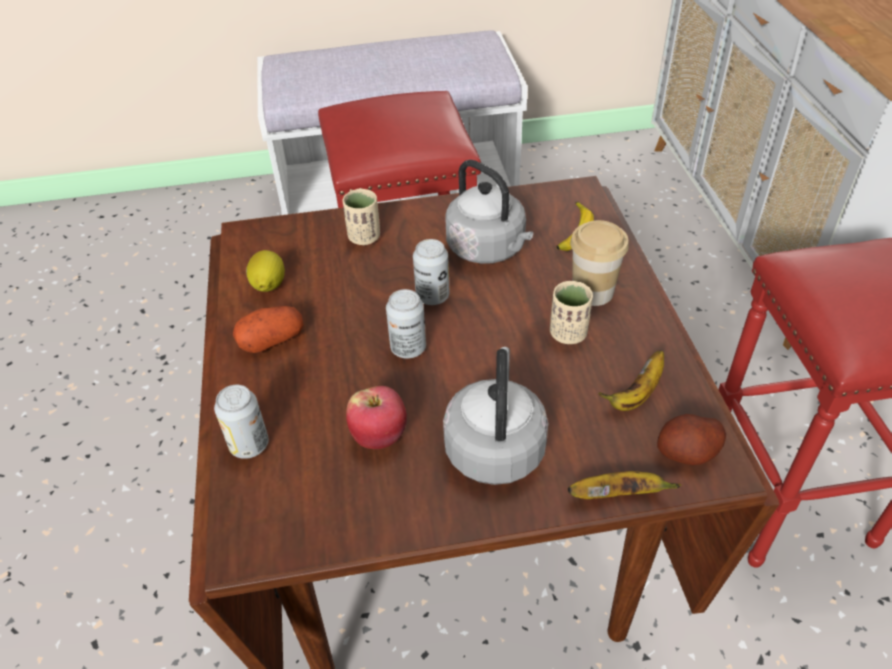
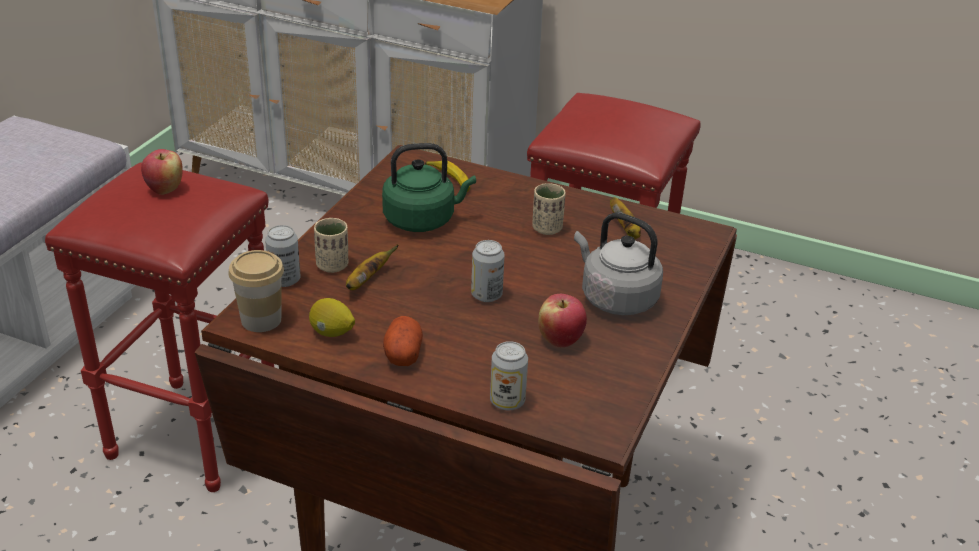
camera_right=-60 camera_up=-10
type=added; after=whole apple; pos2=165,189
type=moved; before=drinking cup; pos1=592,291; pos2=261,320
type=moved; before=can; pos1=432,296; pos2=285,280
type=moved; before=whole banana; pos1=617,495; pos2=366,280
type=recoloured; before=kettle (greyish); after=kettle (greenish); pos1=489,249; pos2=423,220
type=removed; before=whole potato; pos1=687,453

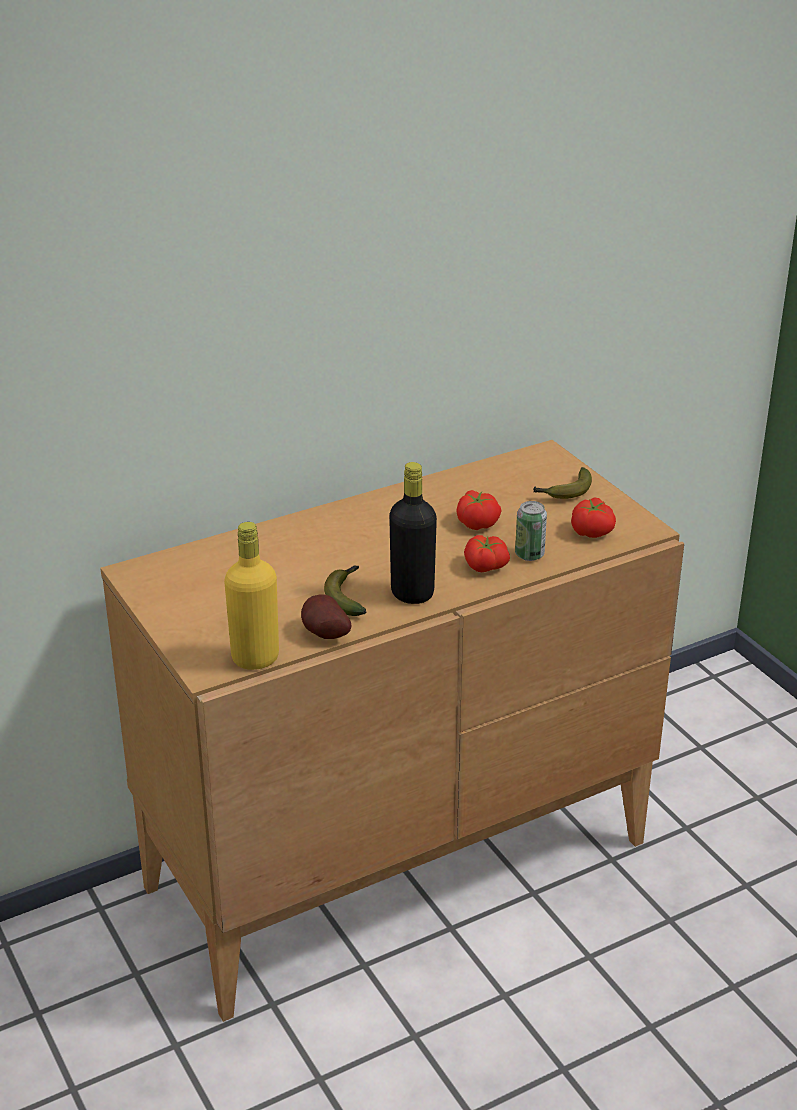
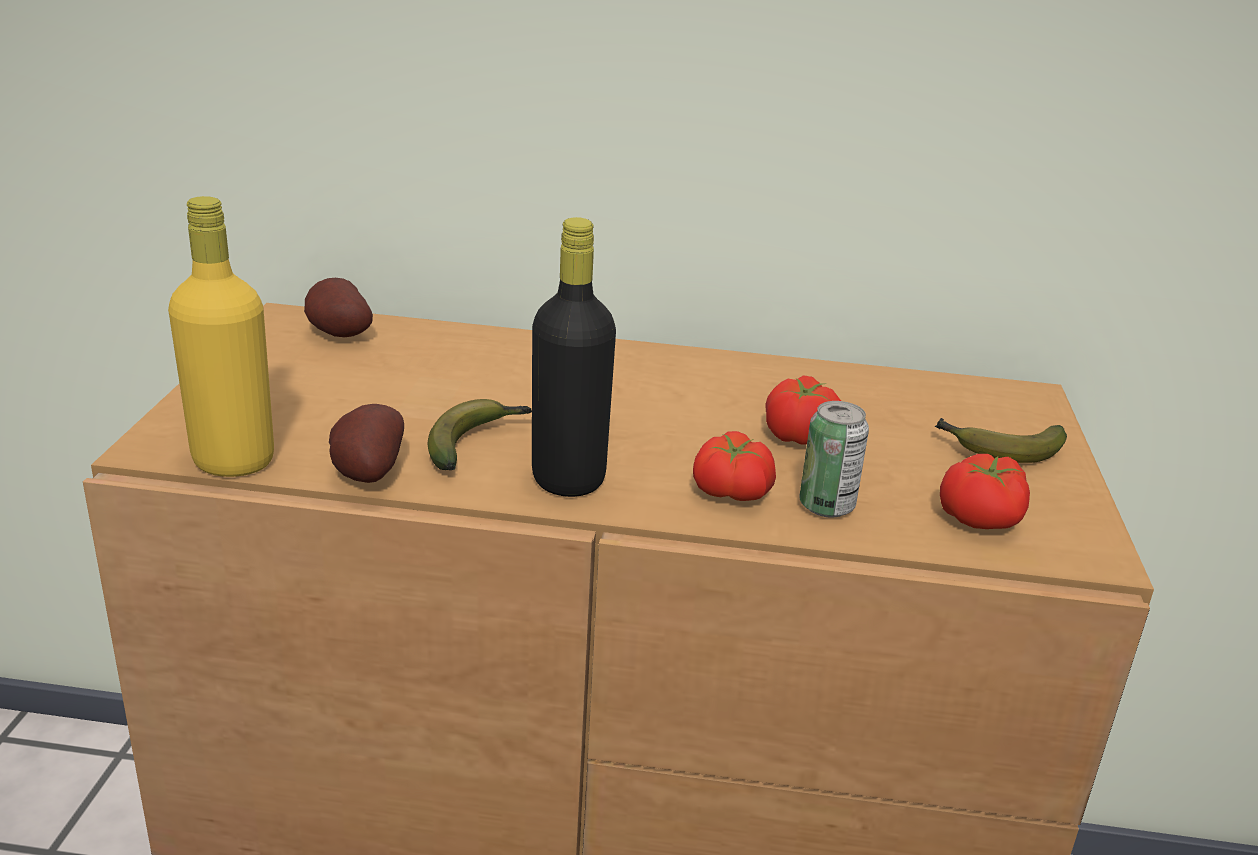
camera_right=35 camera_up=-5
type=added; after=whole potato; pos2=336,335

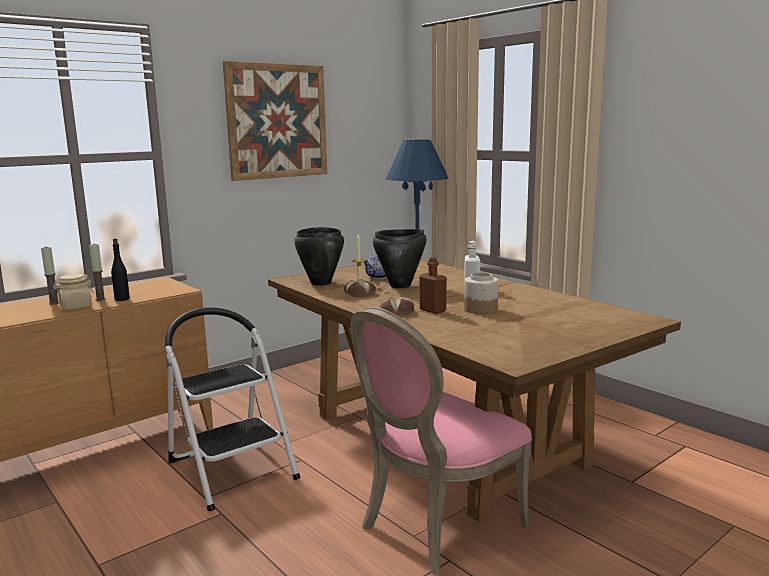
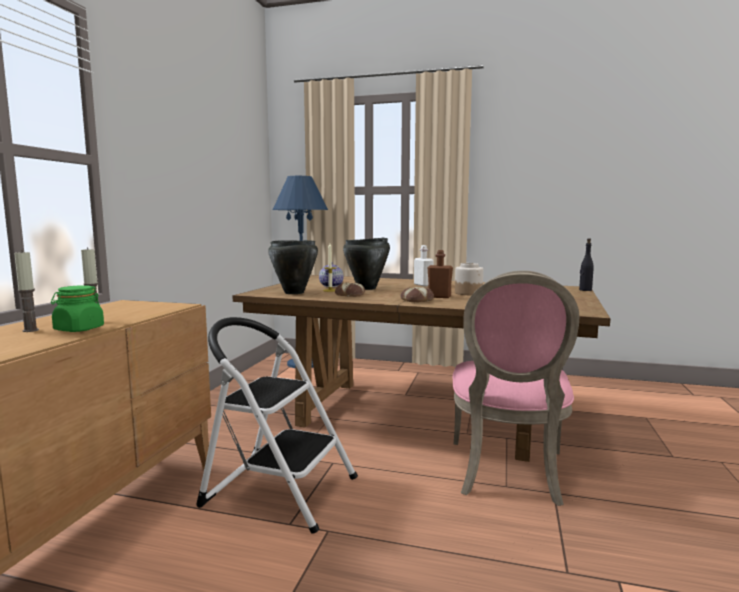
camera_right=-35 camera_up=-5
type=recoloured; before=storage jar (beige); after=storage jar (greenish); pos1=76,307; pos2=79,329
type=moved; before=drink bottle (black-coloured); pos1=122,299; pos2=585,290
type=removed; before=picture; pos1=277,121

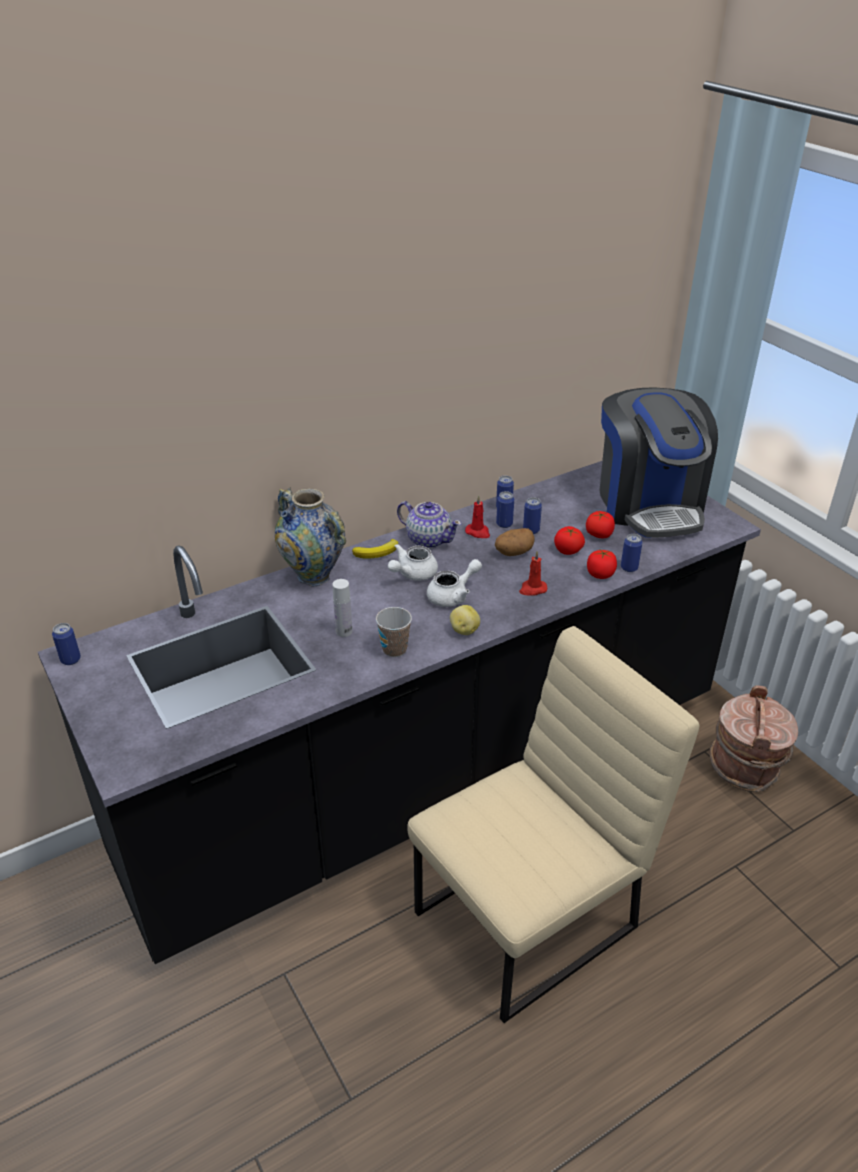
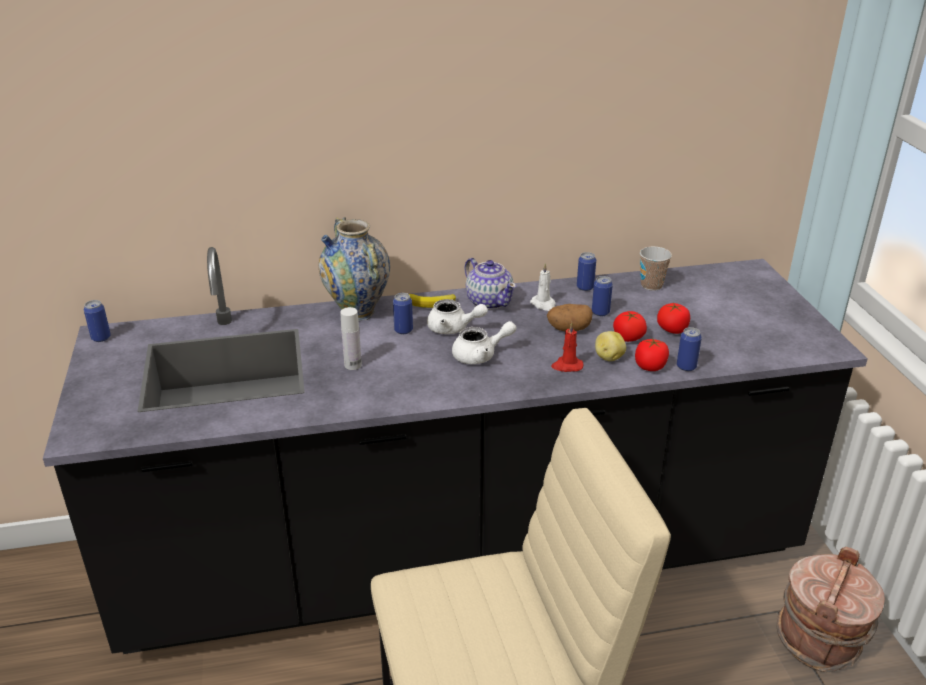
camera_right=20 camera_up=-5
type=moved; before=can; pos1=504,524; pos2=403,330
type=turned; before=tea pot (whitish); pos1=412,574; pos2=453,328; turn=-135
type=recoloured; before=wax light (reddish); after=wax light (whitish); pos1=478,532; pos2=543,304
type=moved; before=whole potato; pos1=464,630; pos2=608,357
type=moved; before=drinking cup; pos1=394,649; pos2=651,285
type=removed; before=coffee maker; pos1=649,504

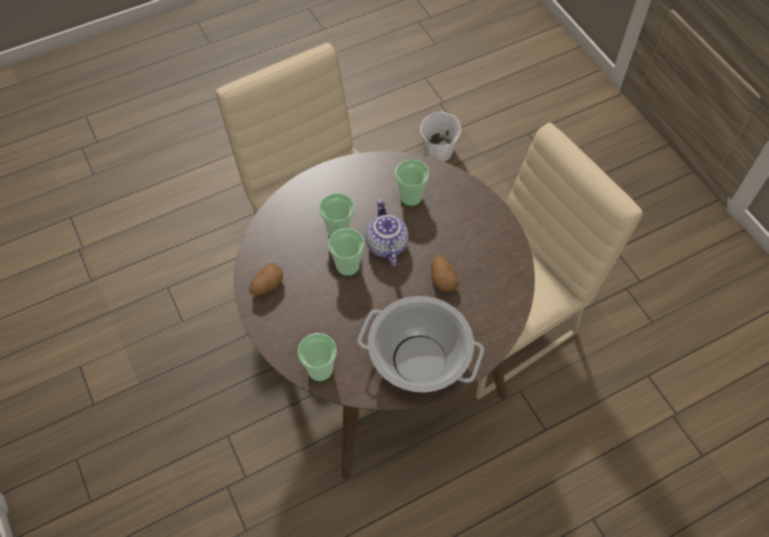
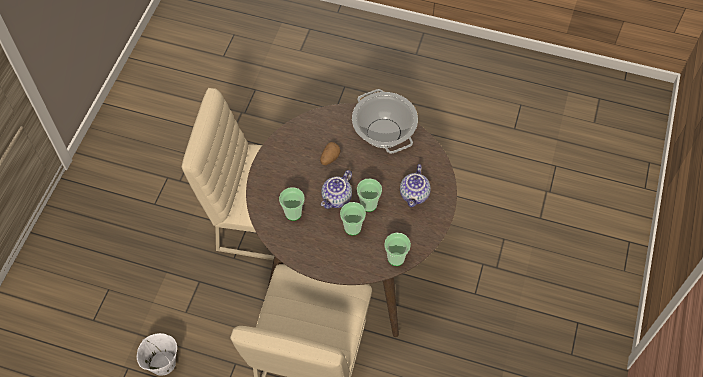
camera_right=-135 camera_up=0
type=moved; before=drinking cup; pos1=320,370; pos2=396,258
type=added; after=tea pot; pos2=415,195
type=removed; before=whole potato; pos1=267,286

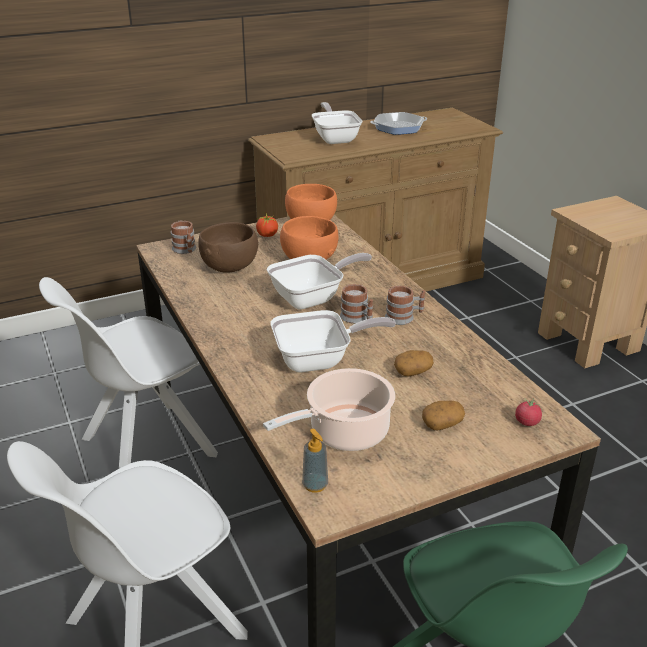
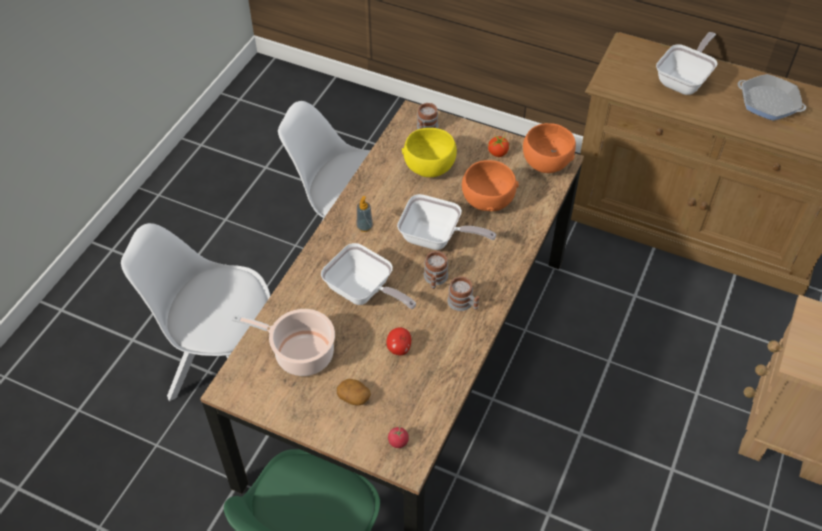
camera_right=50 camera_up=20
type=moved; before=liquid soap bottle; pos1=315,485; pos2=364,227
type=replaced; before=whole potato; after=whole apple; pos1=413,371; pos2=399,348
type=recoloured; before=deep dish (brown); after=deep dish (yellow-coloured); pos1=230,267; pos2=429,167

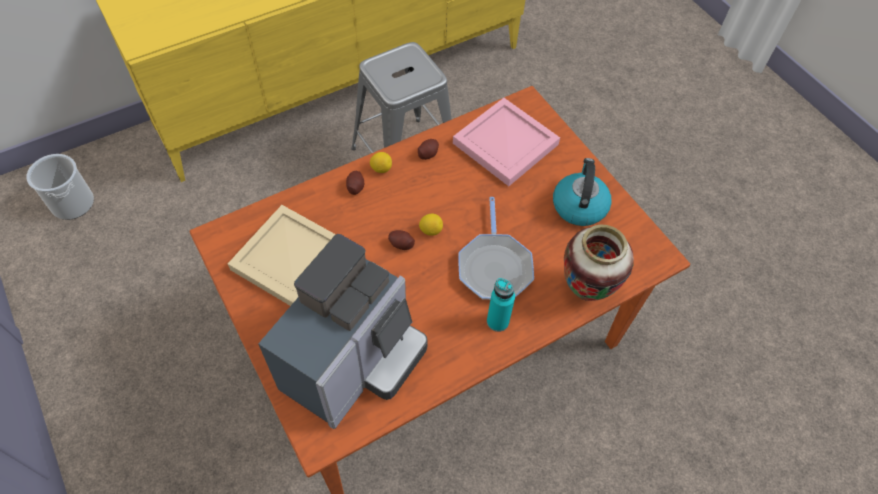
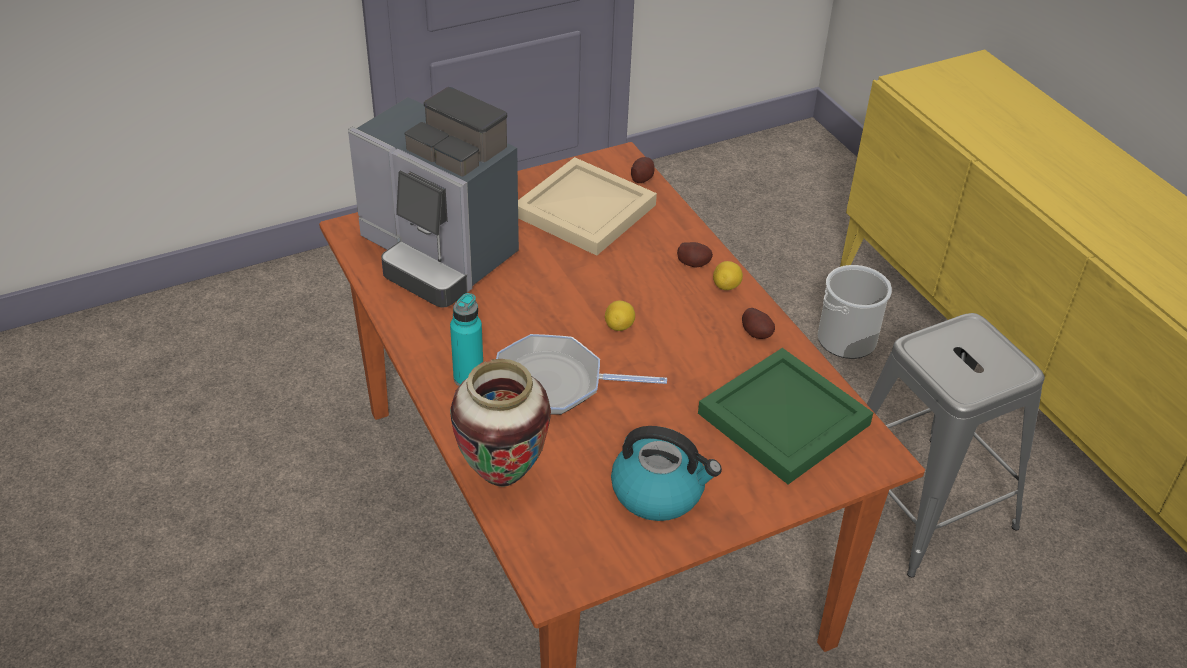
camera_right=95 camera_up=-15
type=moved; before=whole potato; pos1=401,244; pos2=642,177
type=recoloured; before=serving tray (pinkish); after=serving tray (greenish); pos1=505,142; pos2=786,419
type=moved; before=pail; pos1=72,203; pos2=846,339

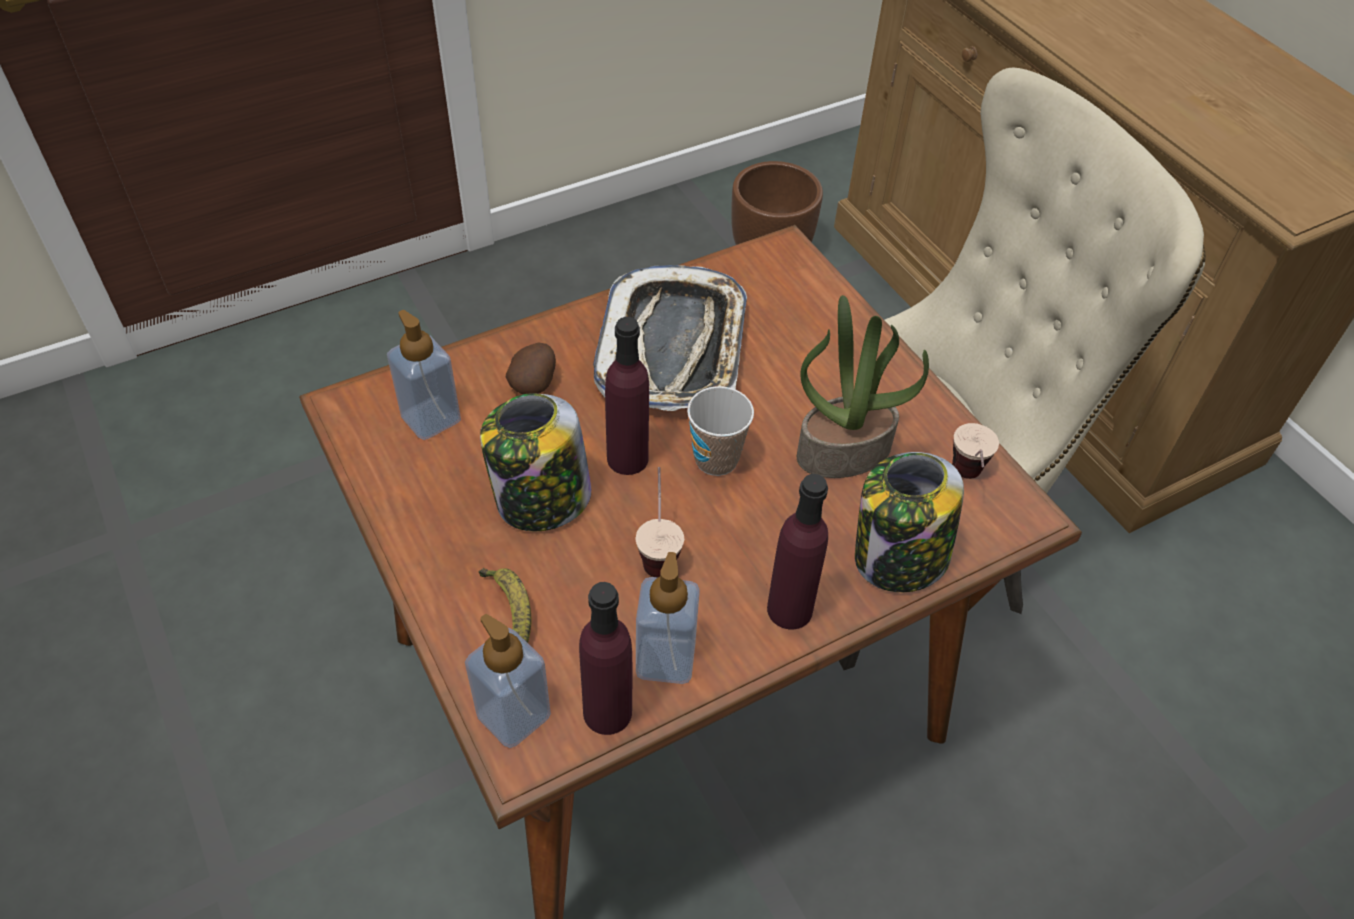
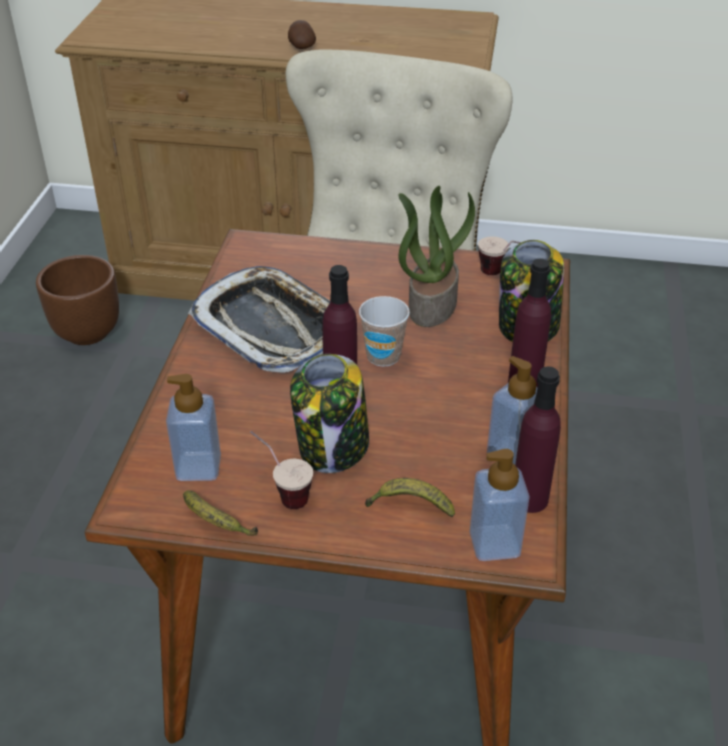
camera_right=-50 camera_up=-10
type=added; after=whole banana; pos2=216,522
type=moved; before=drinking cup; pos1=658,549; pos2=282,493
type=moved; before=whole potato; pos1=535,383; pos2=301,47

